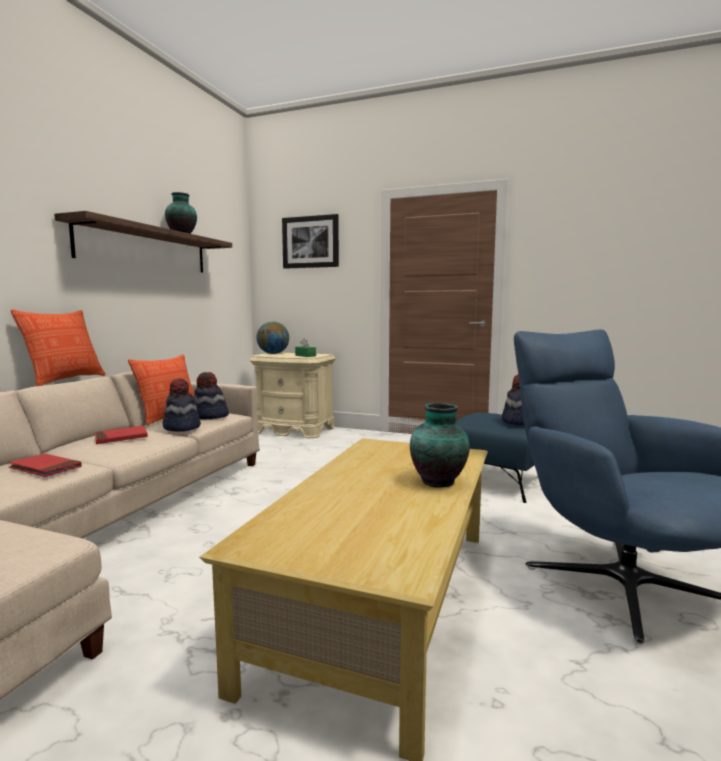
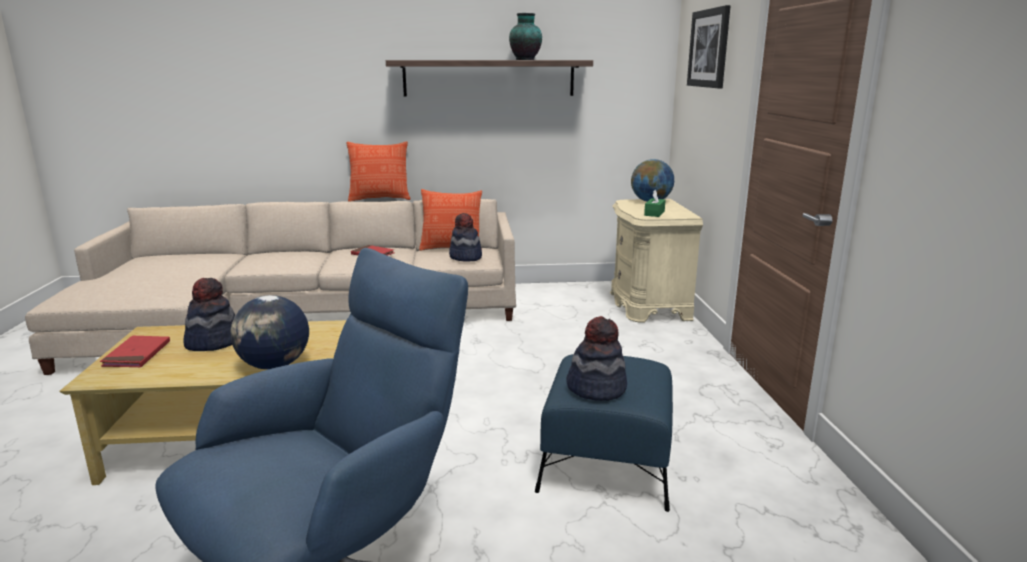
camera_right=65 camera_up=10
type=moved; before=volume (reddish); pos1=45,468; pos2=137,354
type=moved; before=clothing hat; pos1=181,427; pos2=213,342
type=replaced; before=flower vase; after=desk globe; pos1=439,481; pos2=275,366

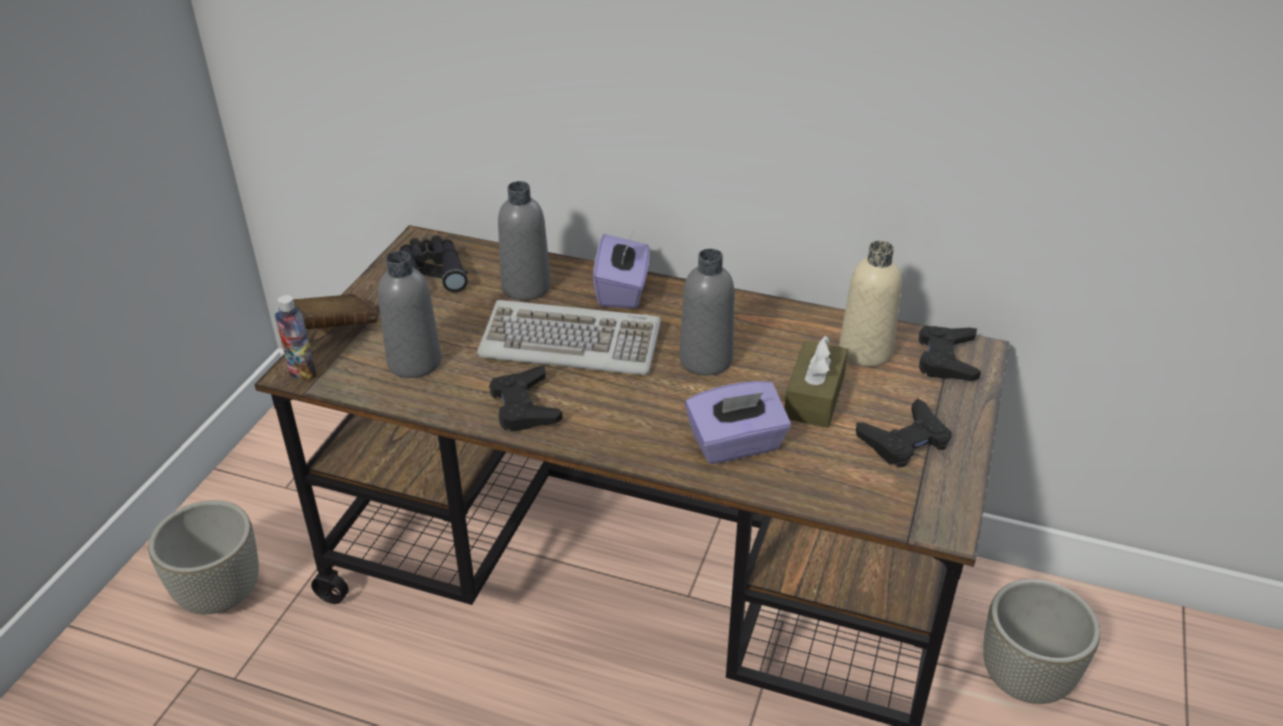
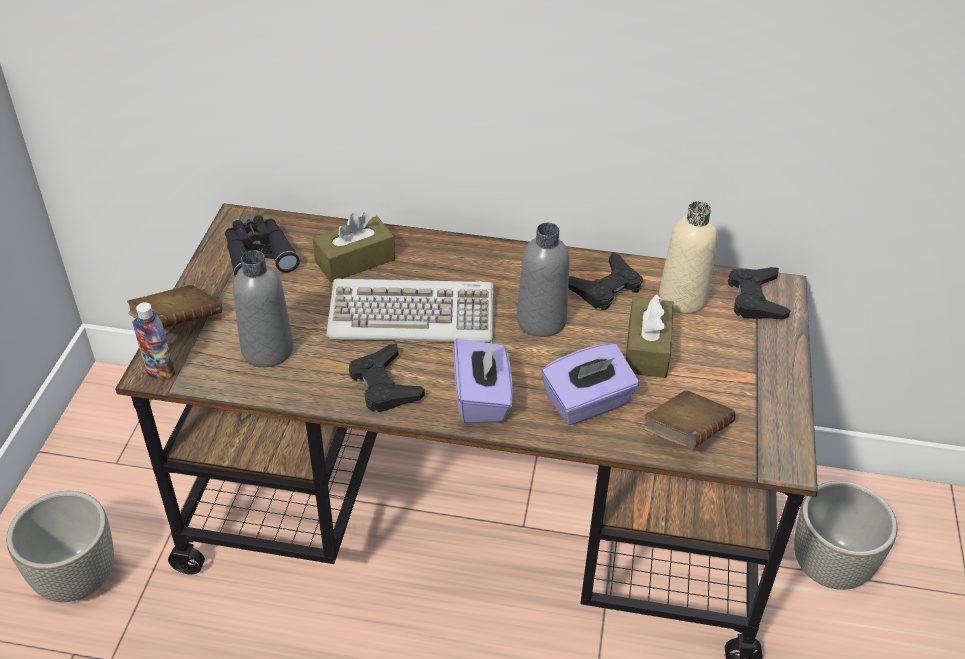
camera_right=-10 camera_up=5
type=replaced; before=drink bottle (greyish); after=box of tissues (brown); pos1=526,287; pos2=355,261
type=moved; before=box of tissues (purple); pos1=622,291; pos2=482,399
type=moved; before=joypad (black-coloured); pos1=905,441; pos2=606,288
type=added; after=volume (brown); pos2=685,434

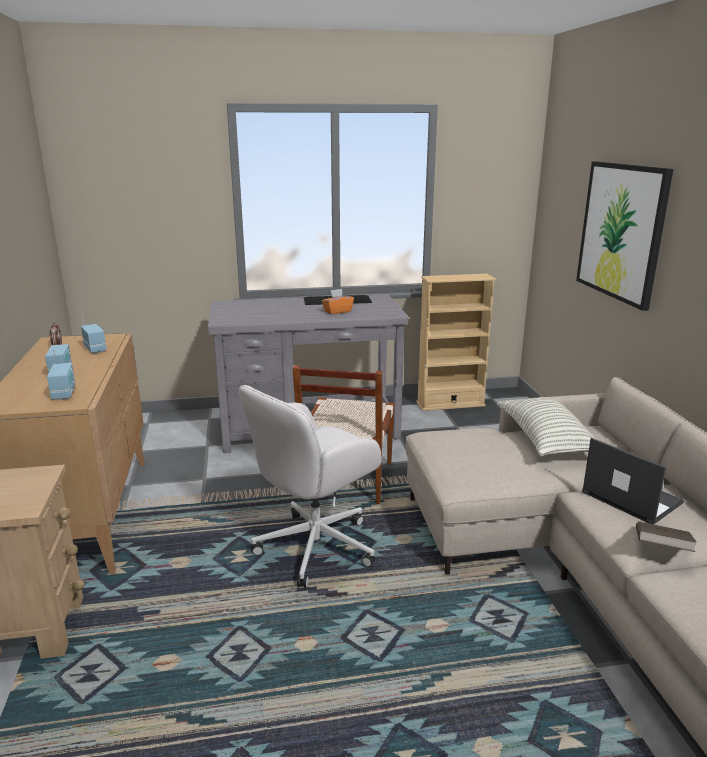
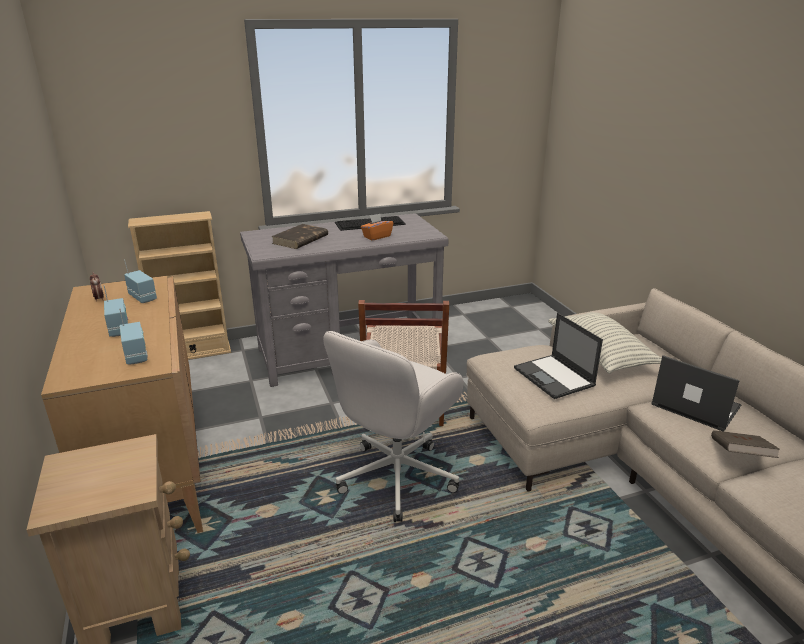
camera_right=-10 camera_up=5
type=moved; before=bookshelf (beige); pos1=450,404; pos2=194,353
type=added; after=volume (brown); pos2=300,240
type=added; after=laptop; pos2=554,377
type=removed; before=picture; pos1=621,231

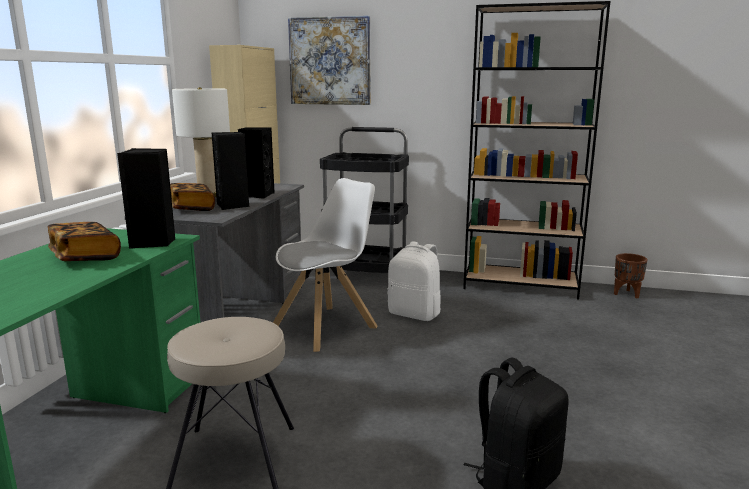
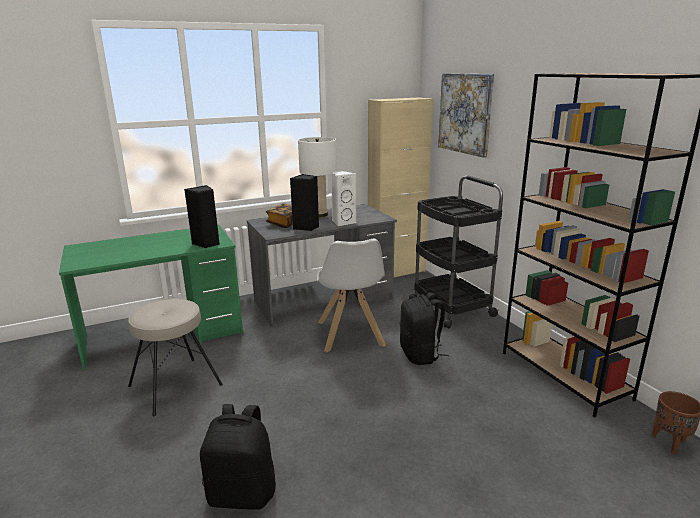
camera_right=50 camera_up=5
type=turned; before=chair; pos1=326,327; pos2=350,335; turn=75
type=recoloured; before=loudspeaker (black-coloured); after=loudspeaker (whitish); pos1=258,195; pos2=343,222
type=recoloured; before=knapsack (whitish); after=knapsack (black-coloured); pos1=415,314; pos2=420,355
type=removed; before=volume; pos1=85,257

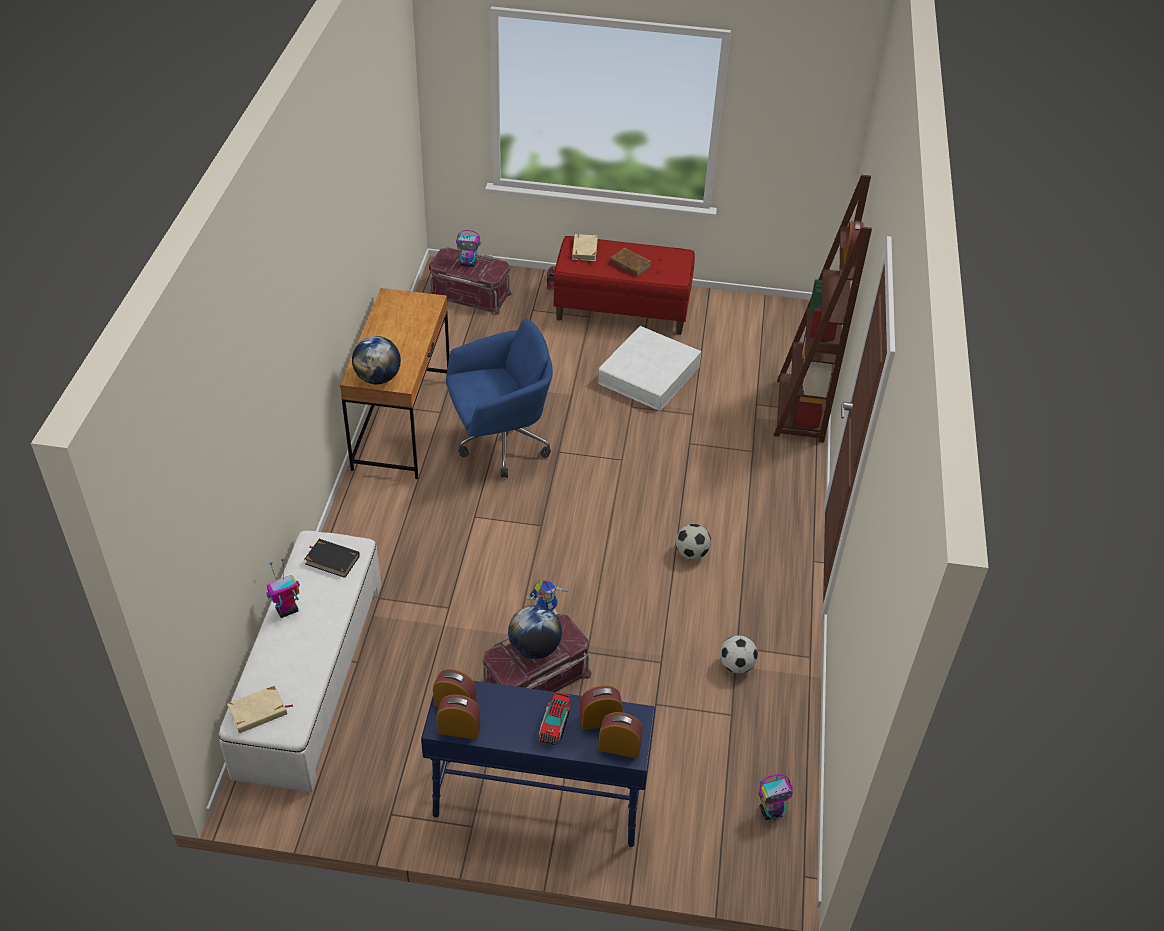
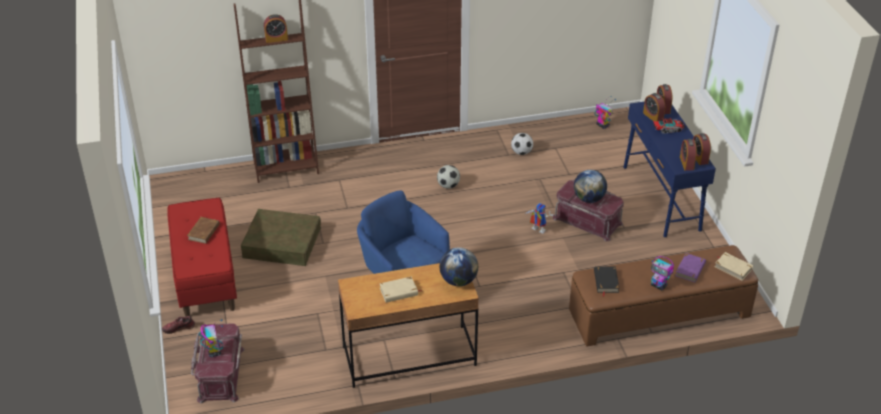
camera_right=-110 camera_up=-5
type=recoloured; before=storage box (whitish); after=storage box (brown); pos1=649,375; pos2=282,243
type=moved; before=volume (beige); pos1=584,250; pos2=399,292
type=recoloured; before=indoor bench (whitish); after=indoor bench (brown); pos1=310,675; pos2=658,313
type=added; after=volume (purple); pos2=690,269

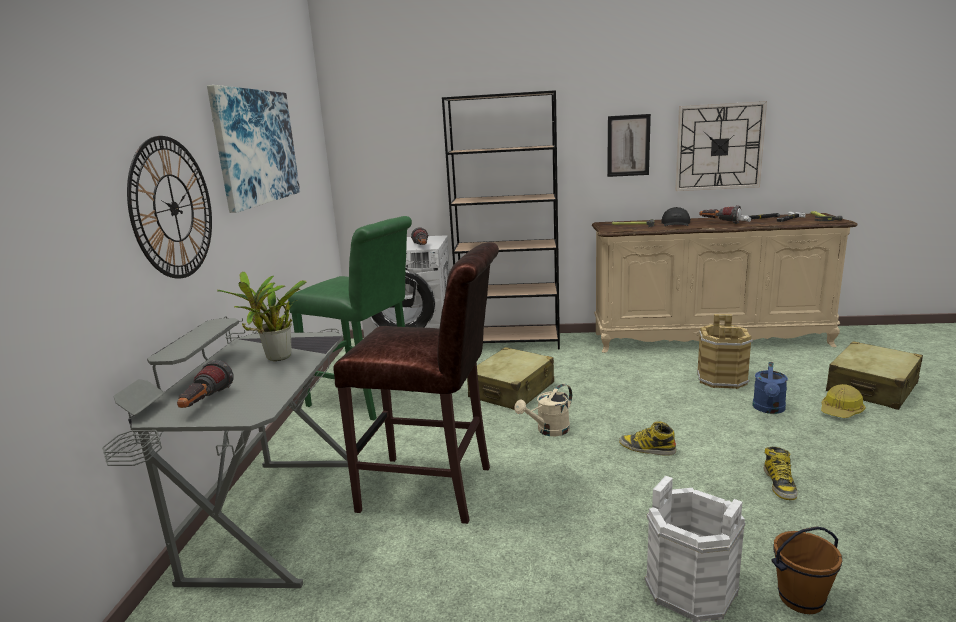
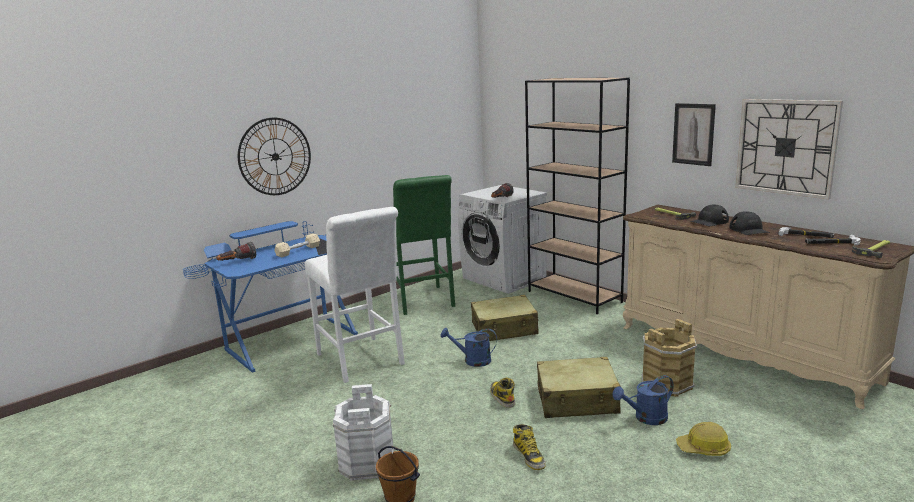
camera_right=45 camera_up=0
type=recoloured; before=desk (greyish); after=desk (blue); pos1=273,516; pos2=290,340
type=replaced; before=houseplant; after=dumbbell (beige); pos1=276,359; pos2=298,251
type=recoloured; before=sitting stool (brown); after=sitting stool (whitish); pos1=433,490; pos2=361,361
type=recoloured; before=sprinkling can (beige); after=sprinkling can (blue); pos1=548,431; pos2=472,360
type=turned; before=high-top boot; pos1=780,484; pos2=529,456; turn=-75
type=moved; before=suitcase (beige); pos1=872,388; pos2=577,400
type=replaced; before=flashlight; after=baseball cap (black-coloured); pos1=719,223; pos2=749,230
type=removed; before=picture; pos1=256,147

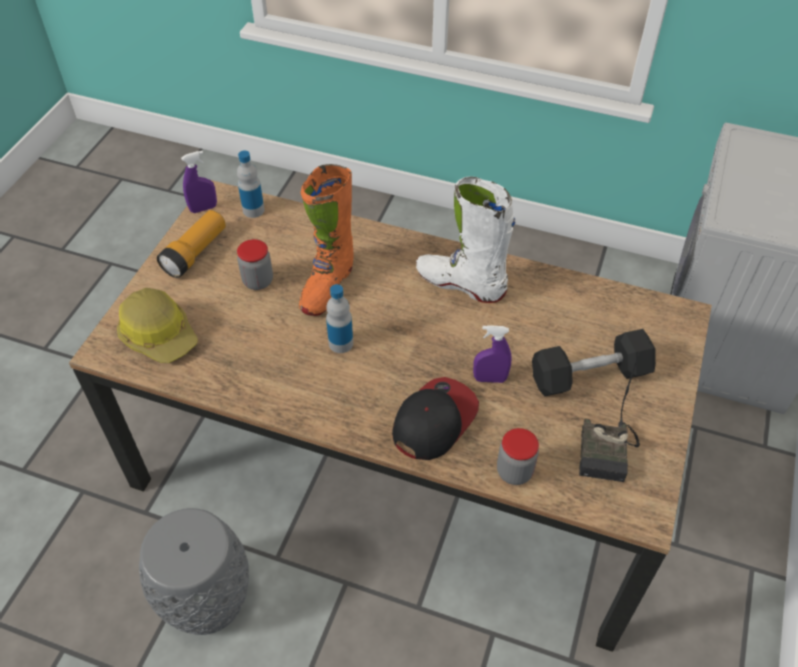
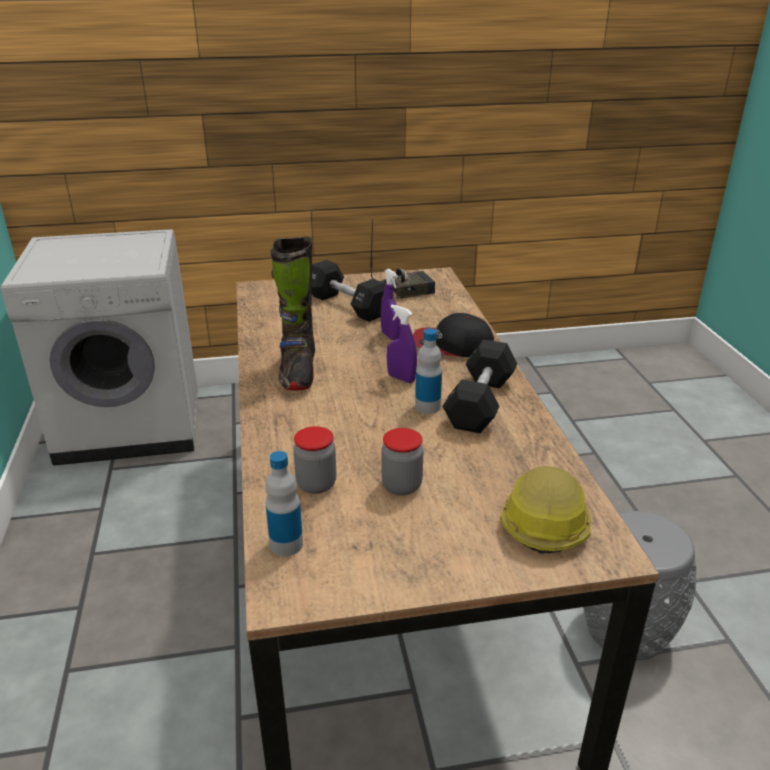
camera_right=-120 camera_up=-20
type=recoloured; before=high-top boot (whitish); after=high-top boot (black-coloured); pos1=460,284; pos2=298,372
type=moved; before=storage jar; pos1=514,471; pos2=316,484
type=moved; before=spray bottle (purple); pos1=203,208; pos2=401,378
type=added; after=dumbbell (black-coloured); pos2=480,402
type=removed; before=flashlight; pos1=195,253
type=removed; before=high-top boot (orange); pos1=327,286

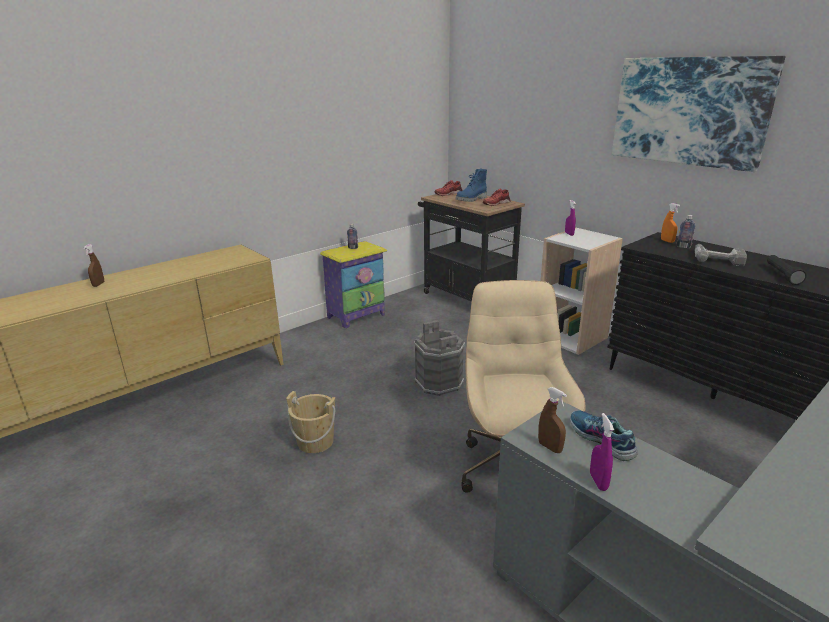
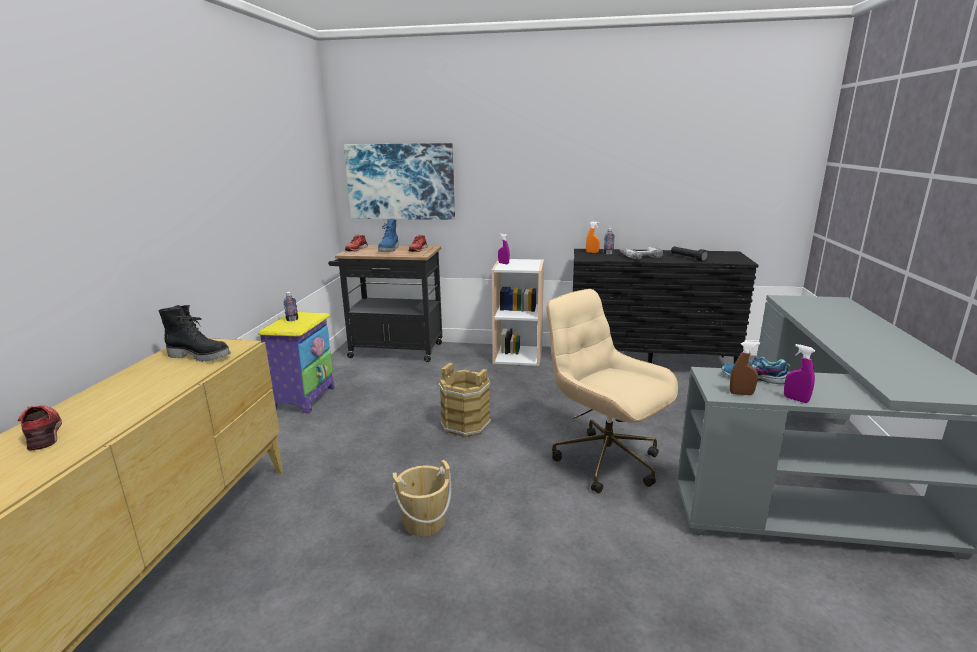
camera_right=-40 camera_up=-5
type=replaced; before=spray bottle (brown); after=low shoe (reddish); pos1=98,284; pos2=44,432
type=added; after=high-top boot (black-coloured); pos2=200,356
type=moved; before=picture; pos1=689,111; pos2=400,182
type=recoloured; before=pail (greyish); after=pail (brown); pos1=439,382; pos2=466,424

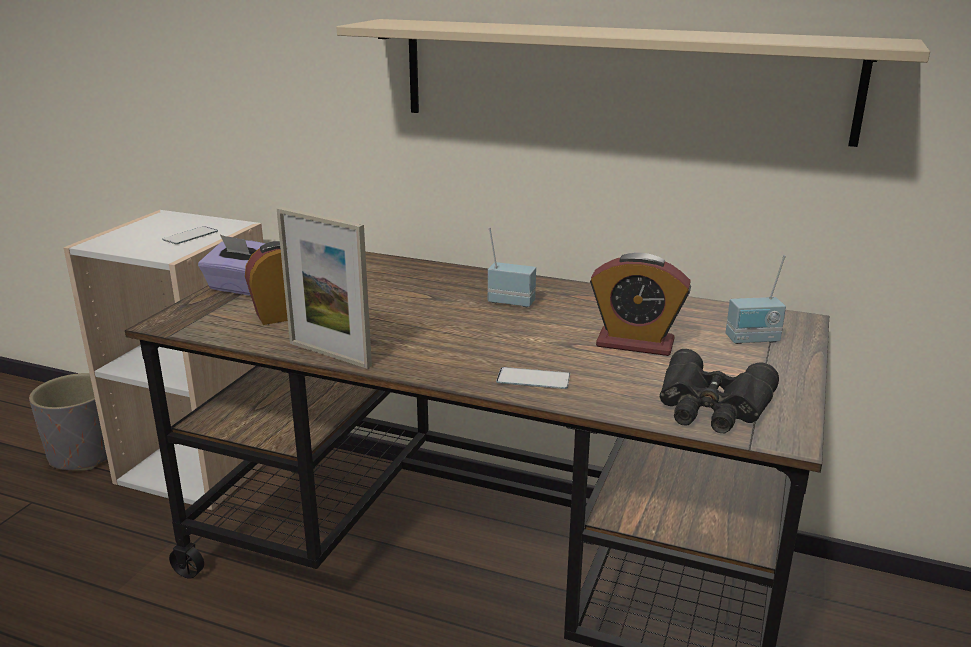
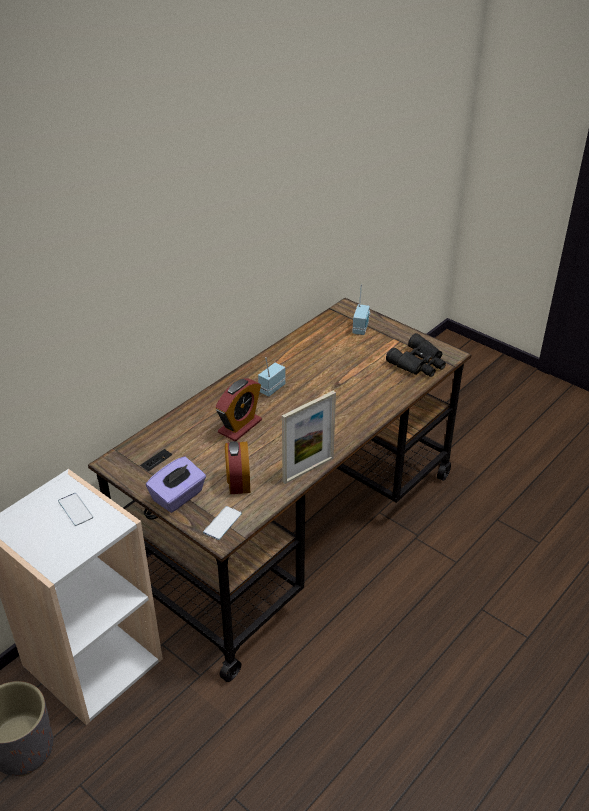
camera_right=-70 camera_up=15
type=moved; before=phone; pos1=533,379; pos2=222,523
type=moved; before=table clock; pos1=635,343; pos2=240,426
type=removed; before=bracket shelf (beige); pos1=618,79

